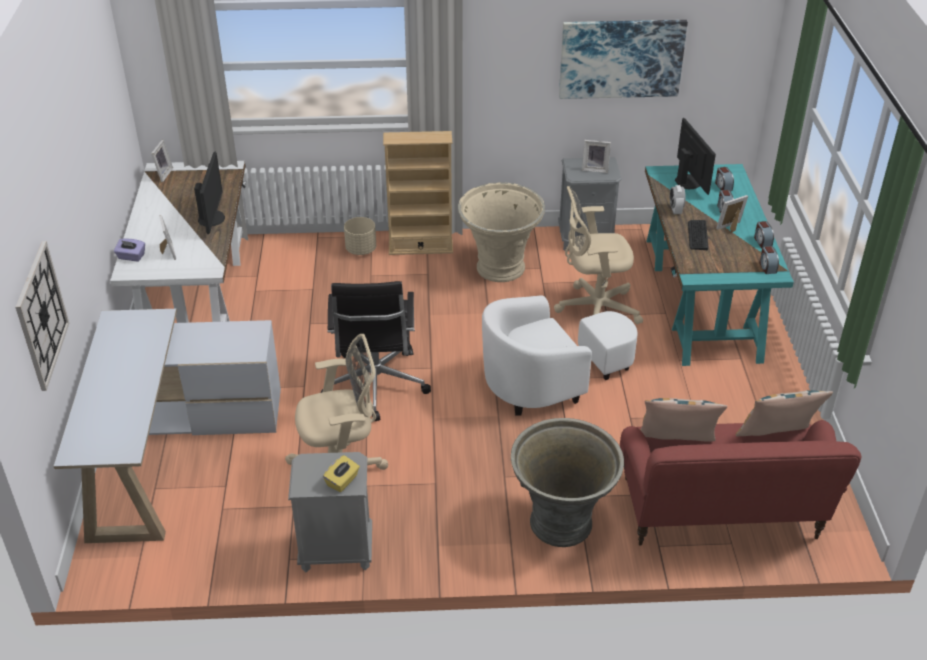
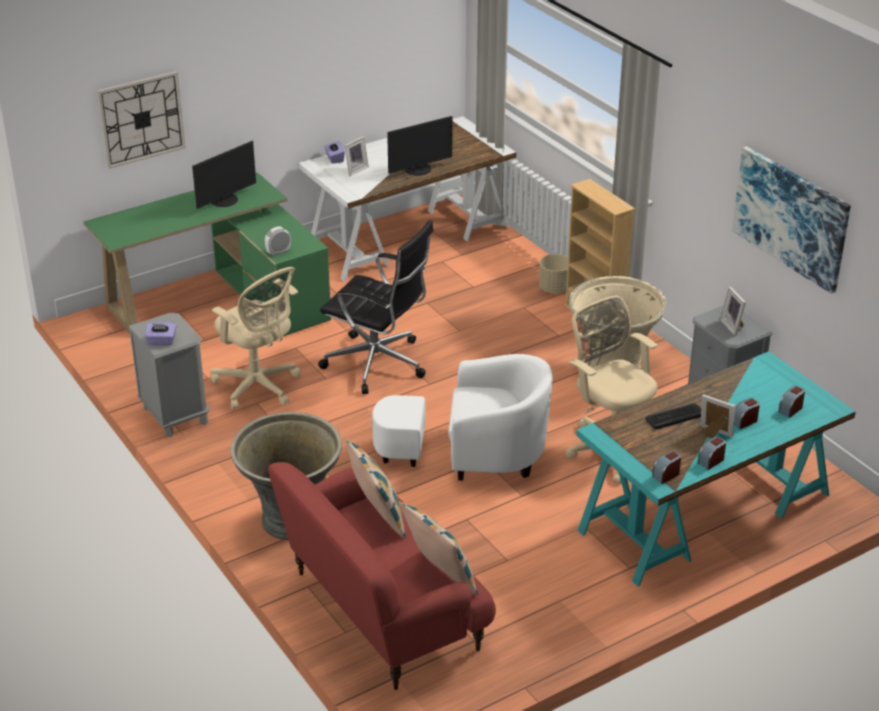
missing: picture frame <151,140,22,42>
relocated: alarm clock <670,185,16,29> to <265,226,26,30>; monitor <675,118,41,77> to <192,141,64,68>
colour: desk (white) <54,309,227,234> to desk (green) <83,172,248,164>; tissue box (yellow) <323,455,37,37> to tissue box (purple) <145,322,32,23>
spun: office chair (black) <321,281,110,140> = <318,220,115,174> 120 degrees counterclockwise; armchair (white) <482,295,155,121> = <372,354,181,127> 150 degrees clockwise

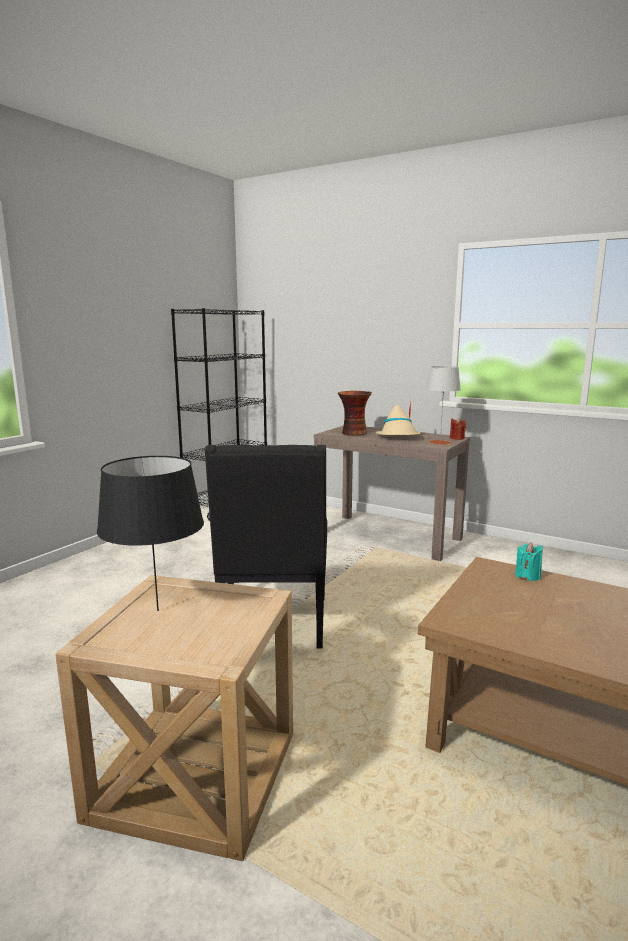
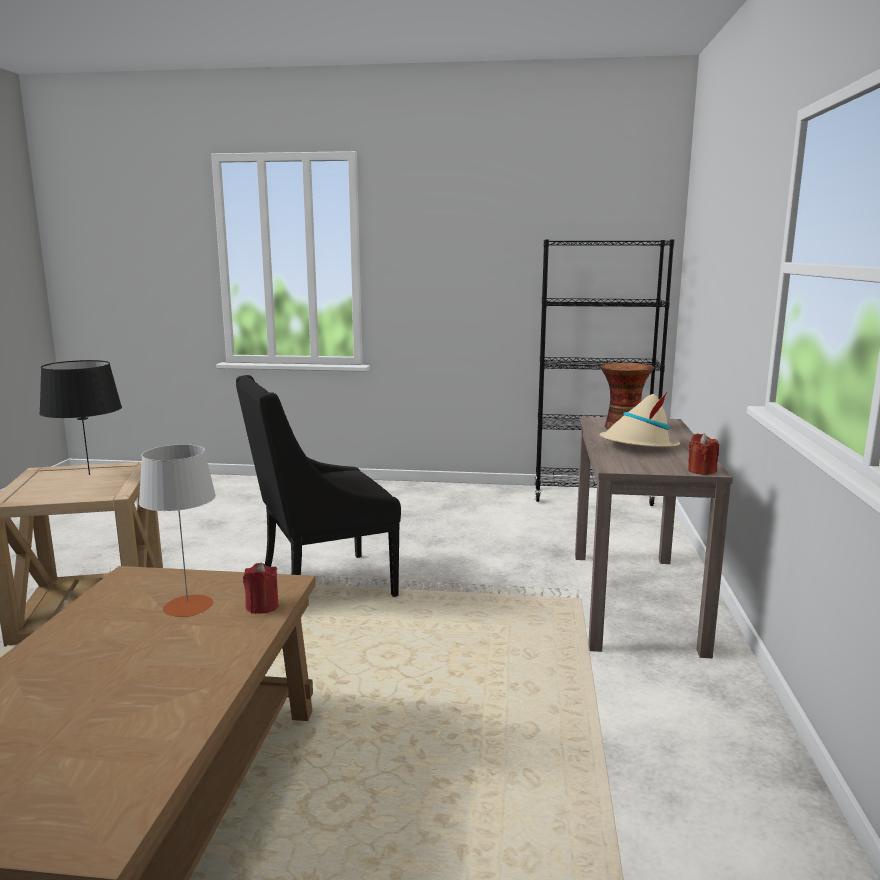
relocated: table lamp (grey) <427,366,34,79> to <139,444,77,173>
colour: candle (turquoise) <515,542,28,39> to candle (red) <243,562,36,52>

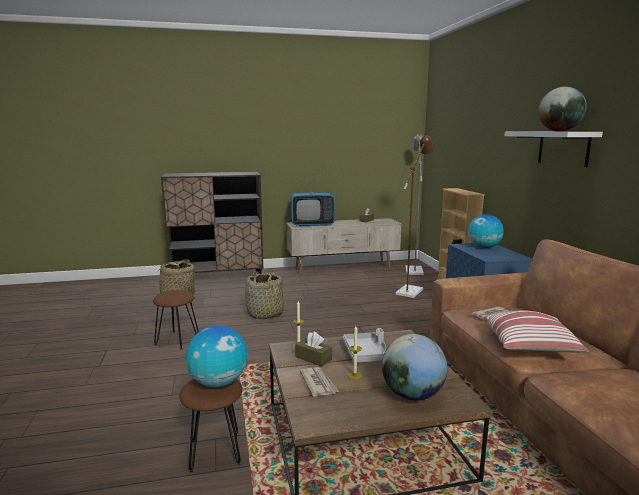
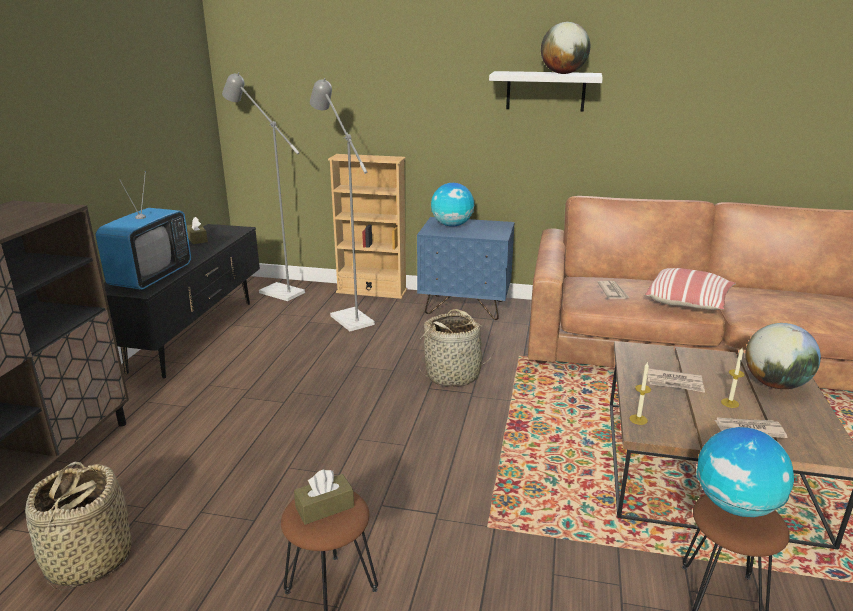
relocated: basket <245,272,39,47> to <419,309,76,78>; tissue box (brown) <295,332,37,35> to <294,469,60,56>
exchanged: tray (grey) <343,328,43,34> to newspaper <648,368,57,25>
colour: tv stand (beige) <286,218,116,57> to tv stand (black) <104,224,156,155>; floor lamp (brown) <395,134,39,164> to floor lamp (grey) <310,78,65,254>

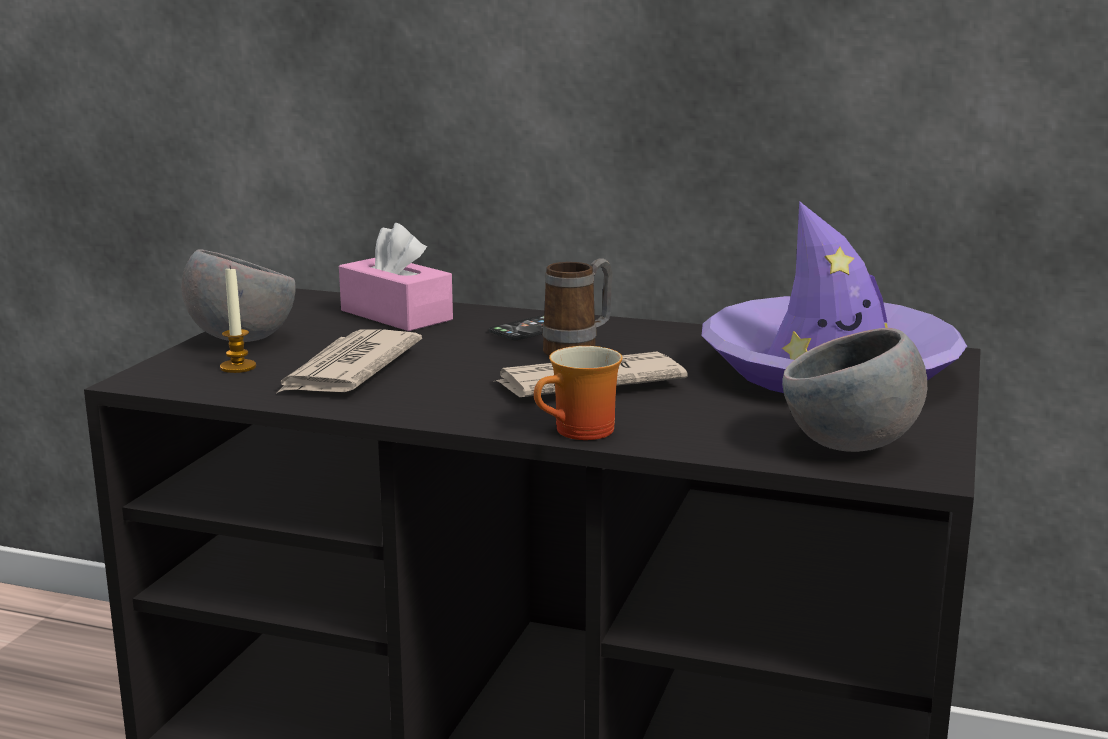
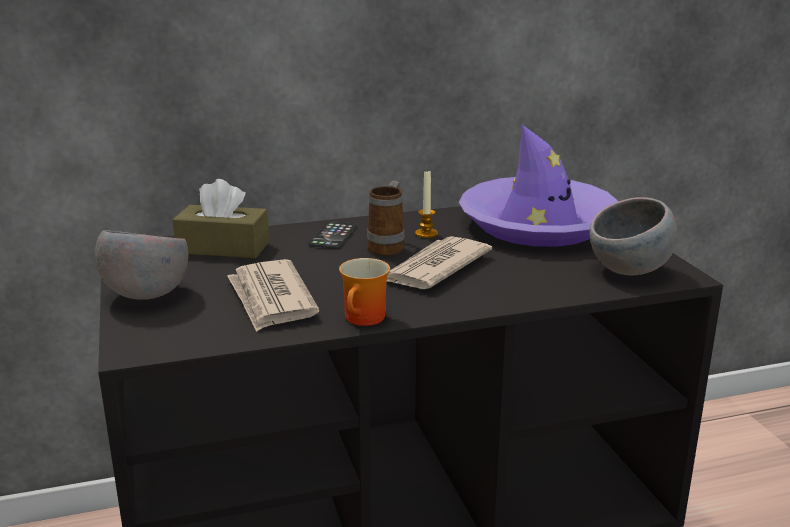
relocated: candle <220,266,36,107> to <415,169,23,69>; mug <534,346,88,94> to <339,258,51,68>
colour: tissue box (pink) <339,223,114,108> to tissue box (brown) <173,179,96,80>

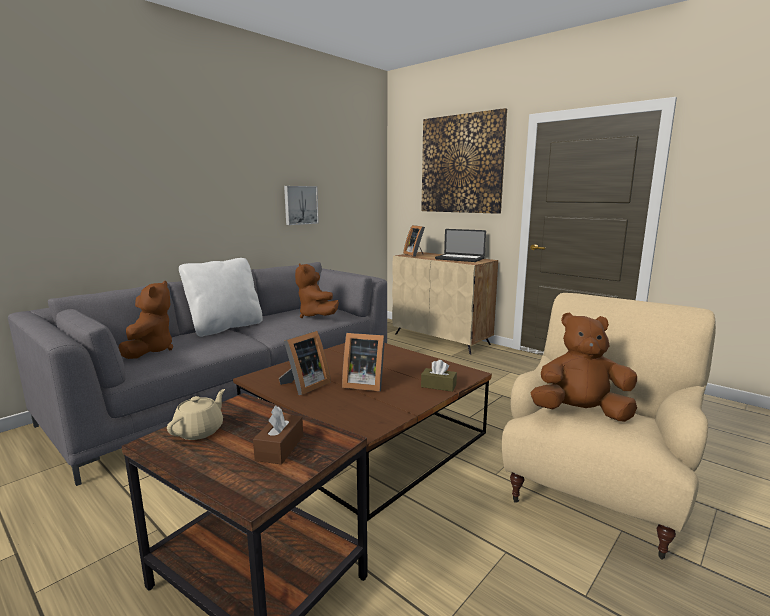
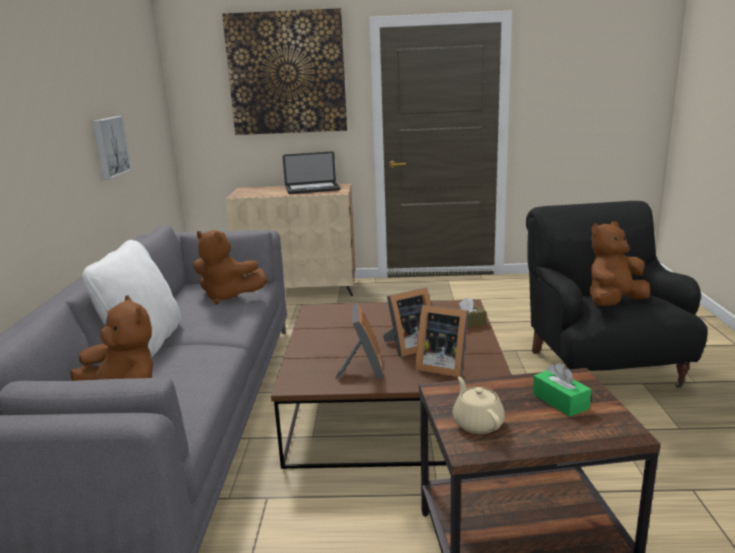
relocated: picture frame <403,225,22,32> to <416,305,53,72>
colour: tissue box (brown) <253,406,50,58> to tissue box (green) <533,362,58,55>; armchair (beige) <502,293,214,266> to armchair (black) <526,201,182,187>

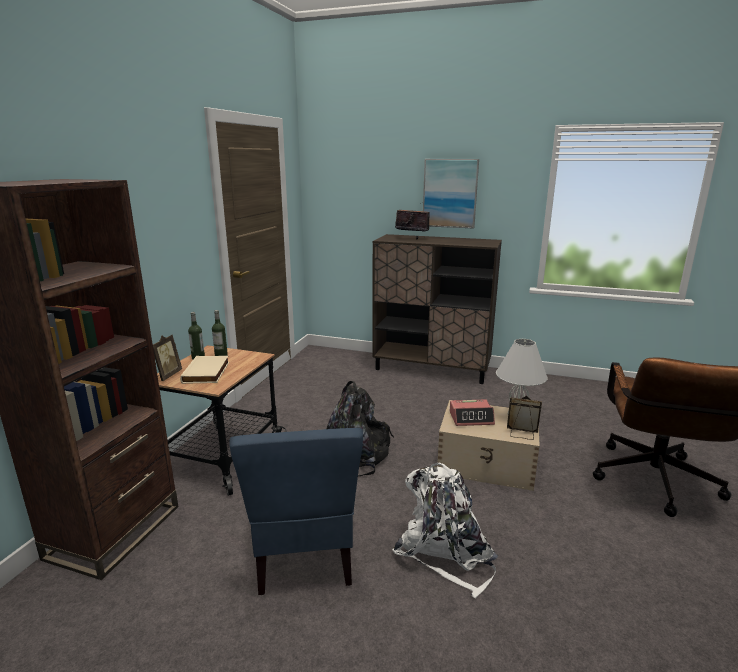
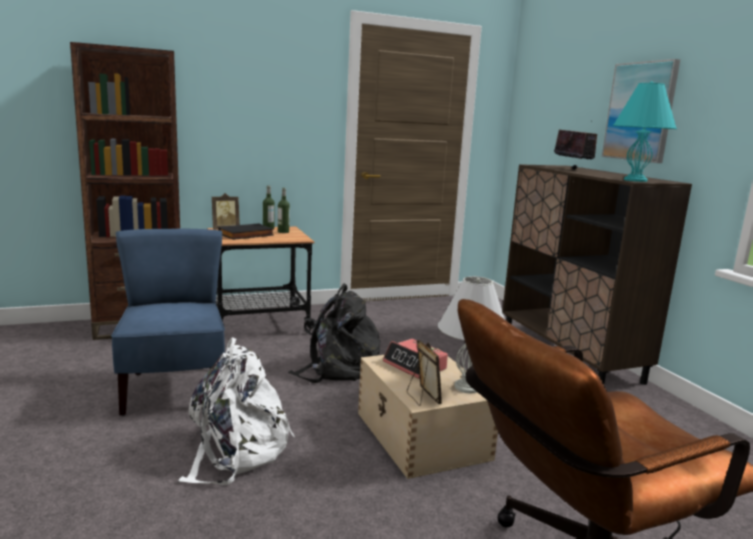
appeared: table lamp (turquoise) <613,81,64,101>
colour: book (beige) <180,356,49,28> to book (black) <219,223,54,17>
spun: chair (blue) <229,428,134,167> = <111,229,114,187> 120 degrees clockwise

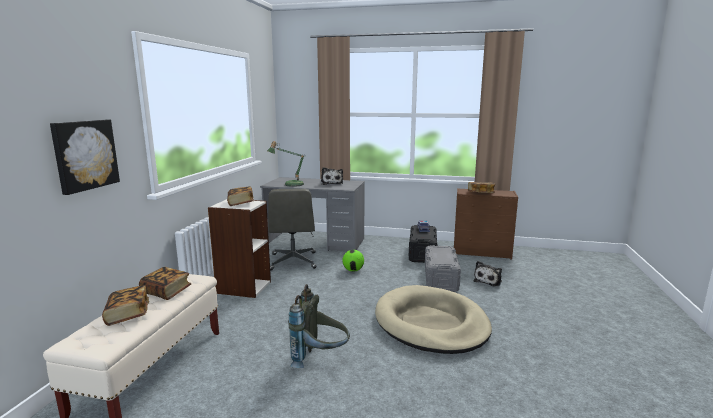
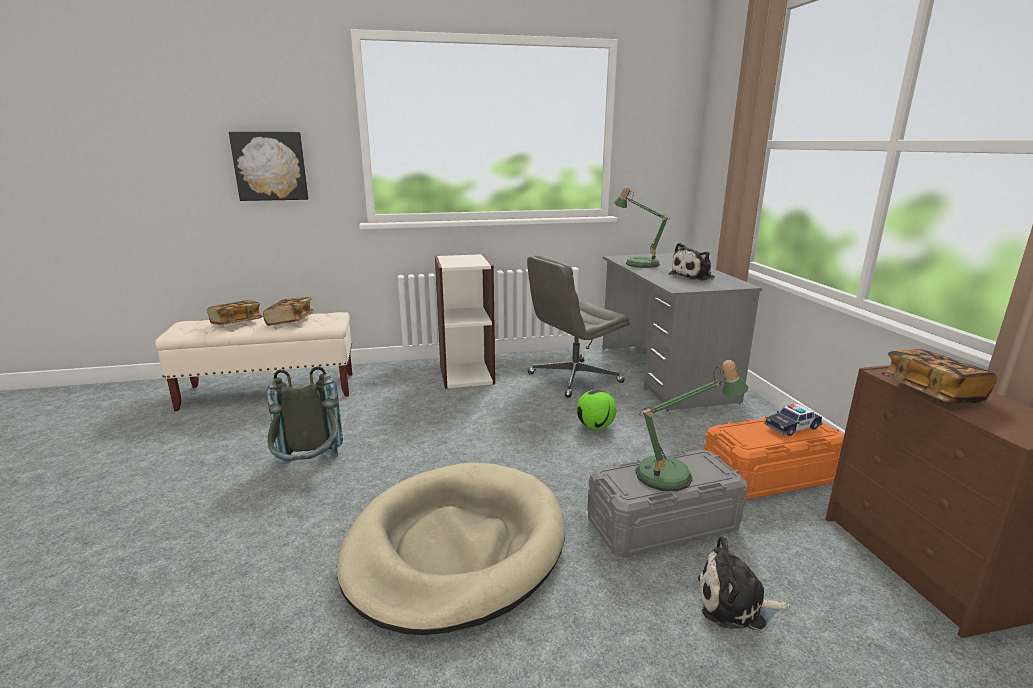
missing: book <227,186,27,20>
appeared: table lamp <635,360,114,131>
colour: storage box (black) <409,225,28,38> to storage box (orange) <704,416,140,84>

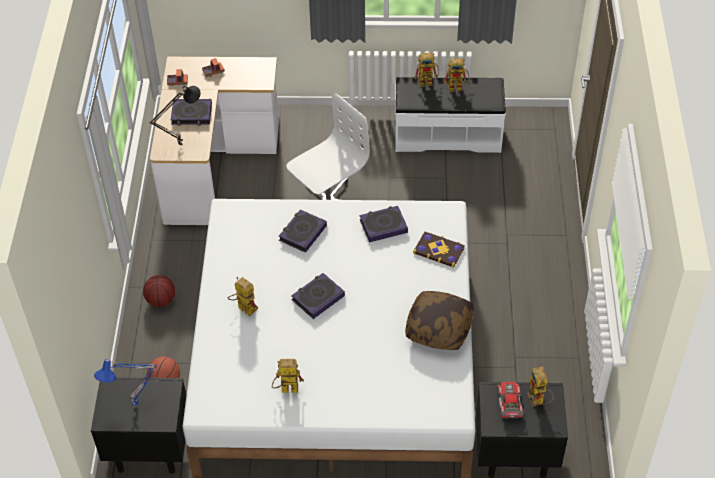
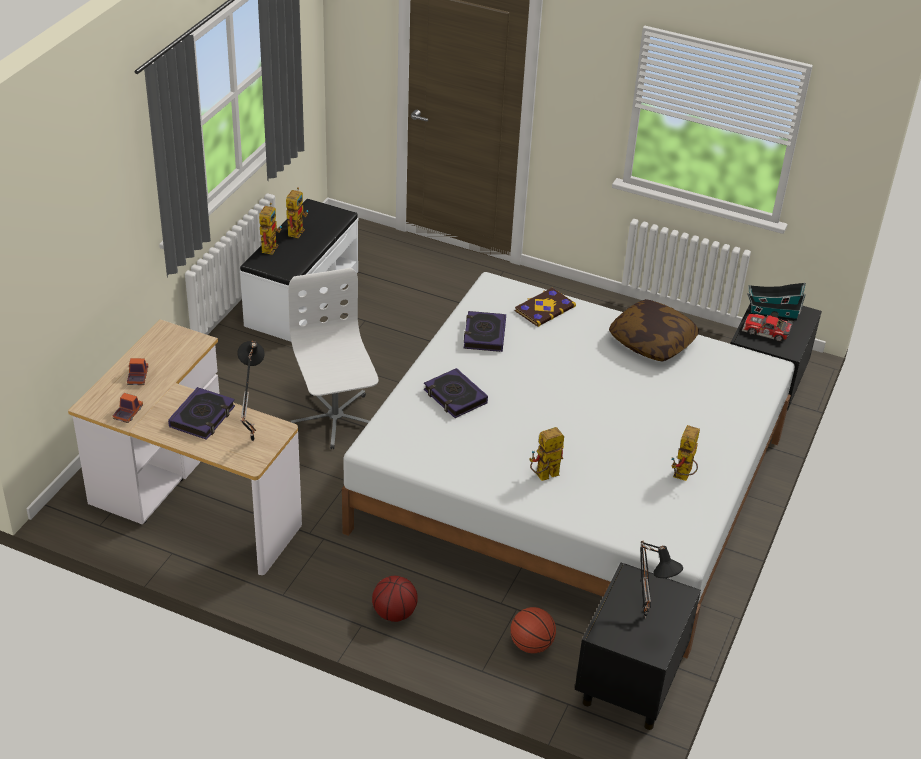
missing: book <291,273,54,46>
exchanged: toy robot <527,366,27,40> to toy house <747,282,59,39>
colour: table lamp (blue) <94,359,63,48> to table lamp (black) <640,541,43,77>

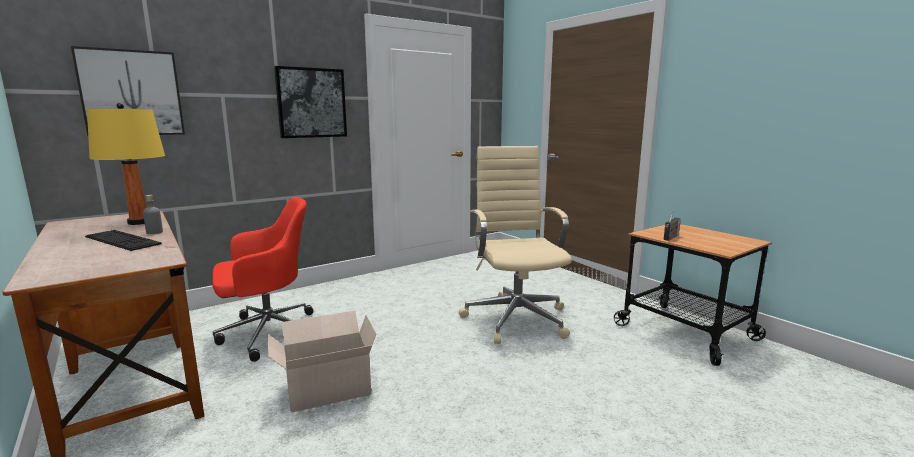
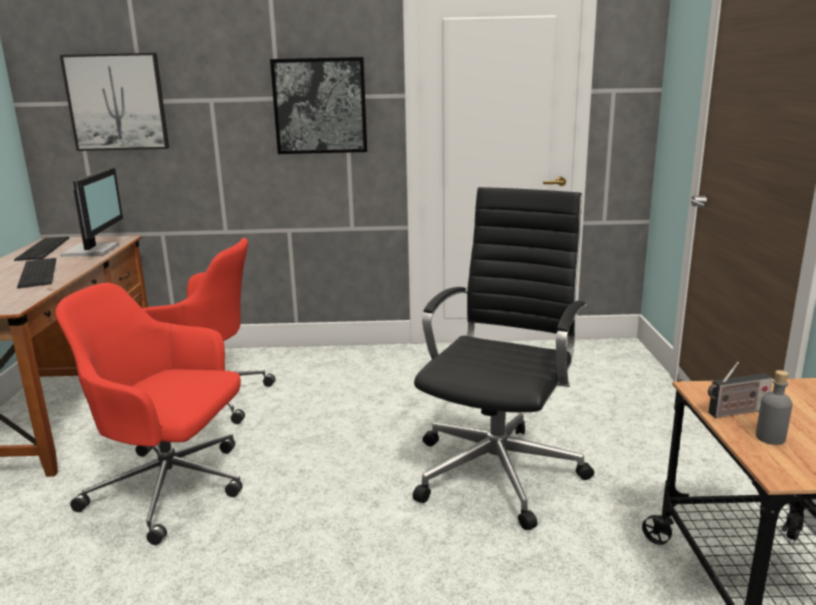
appeared: keyboard <14,236,56,25>
relocated: bottle (grey) <143,195,20,39> to <756,370,36,75>
exchanged: table lamp (yellow) <87,103,78,122> to monitor <60,168,63,89>; cardboard box <268,311,108,102> to office chair (red) <55,283,188,262>
colour: office chair (beige) <459,146,113,198> to office chair (black) <413,187,181,343>

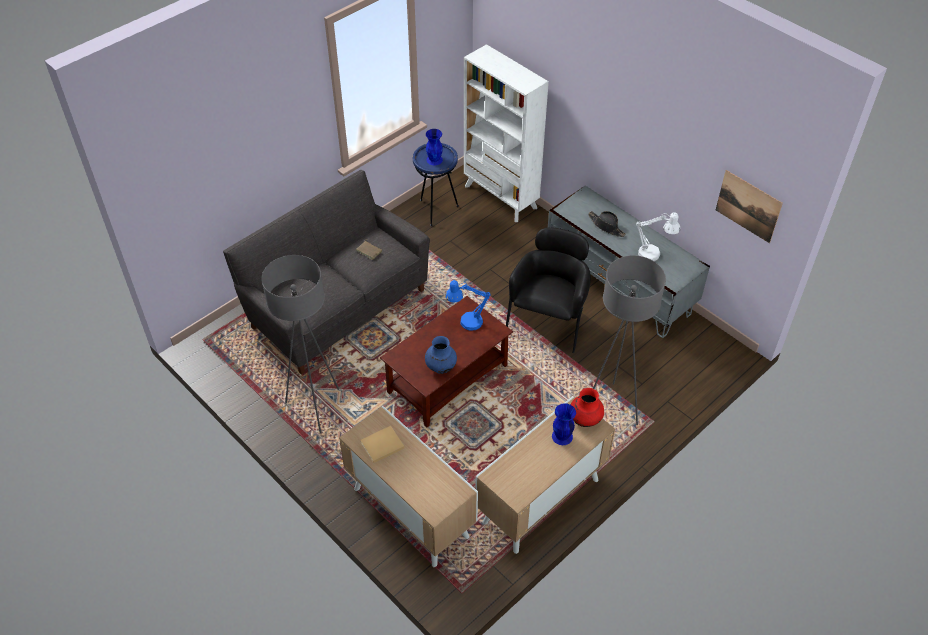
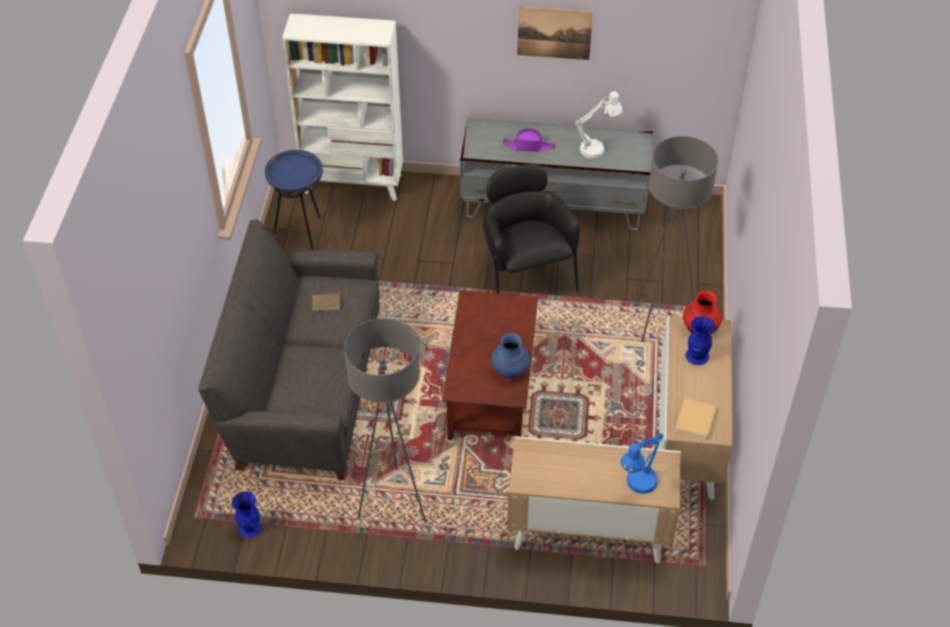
relocated: book (beige) <360,426,44,37> to <675,398,42,42>; vase (blue) <426,129,17,36> to <232,491,30,47>; table lamp (blue) <445,280,46,51> to <621,433,43,61>; picture <716,170,67,73> to <517,7,76,53>
colour: hat (black) <588,211,38,26> to hat (purple) <503,129,52,23>

